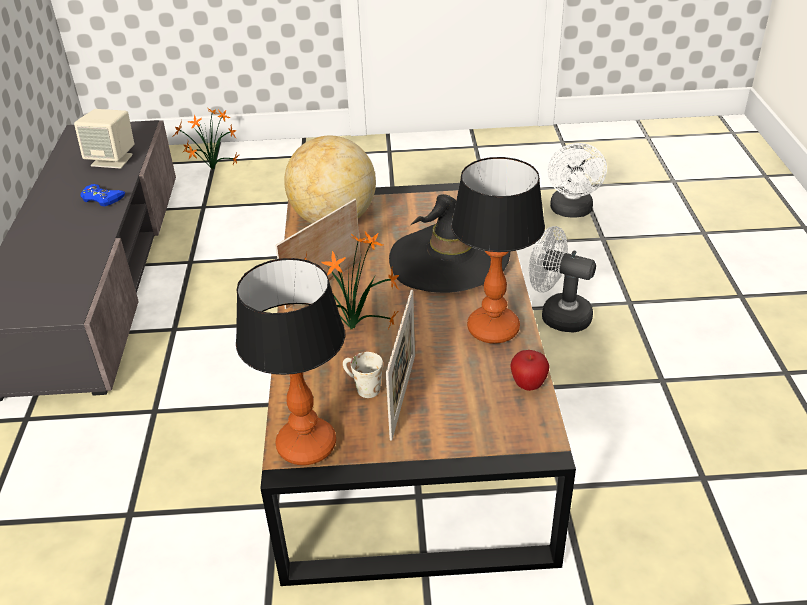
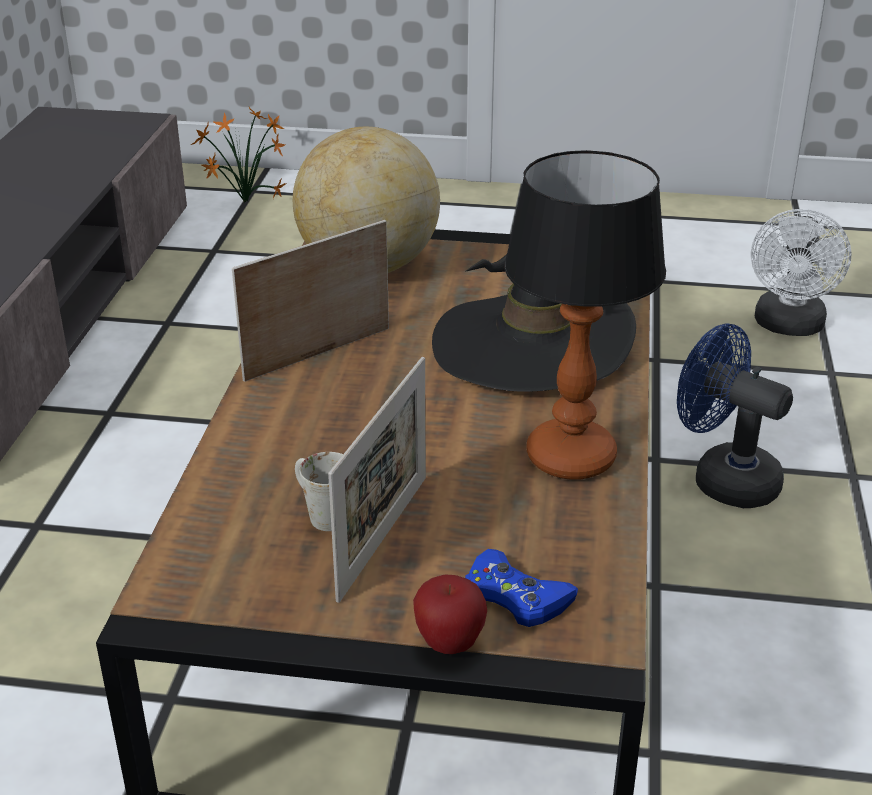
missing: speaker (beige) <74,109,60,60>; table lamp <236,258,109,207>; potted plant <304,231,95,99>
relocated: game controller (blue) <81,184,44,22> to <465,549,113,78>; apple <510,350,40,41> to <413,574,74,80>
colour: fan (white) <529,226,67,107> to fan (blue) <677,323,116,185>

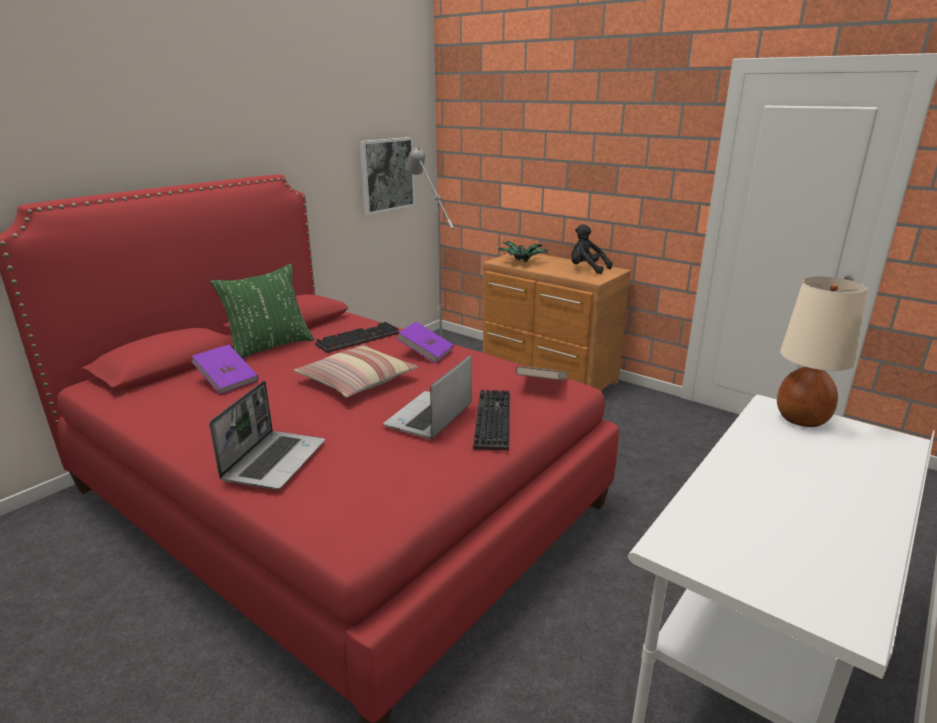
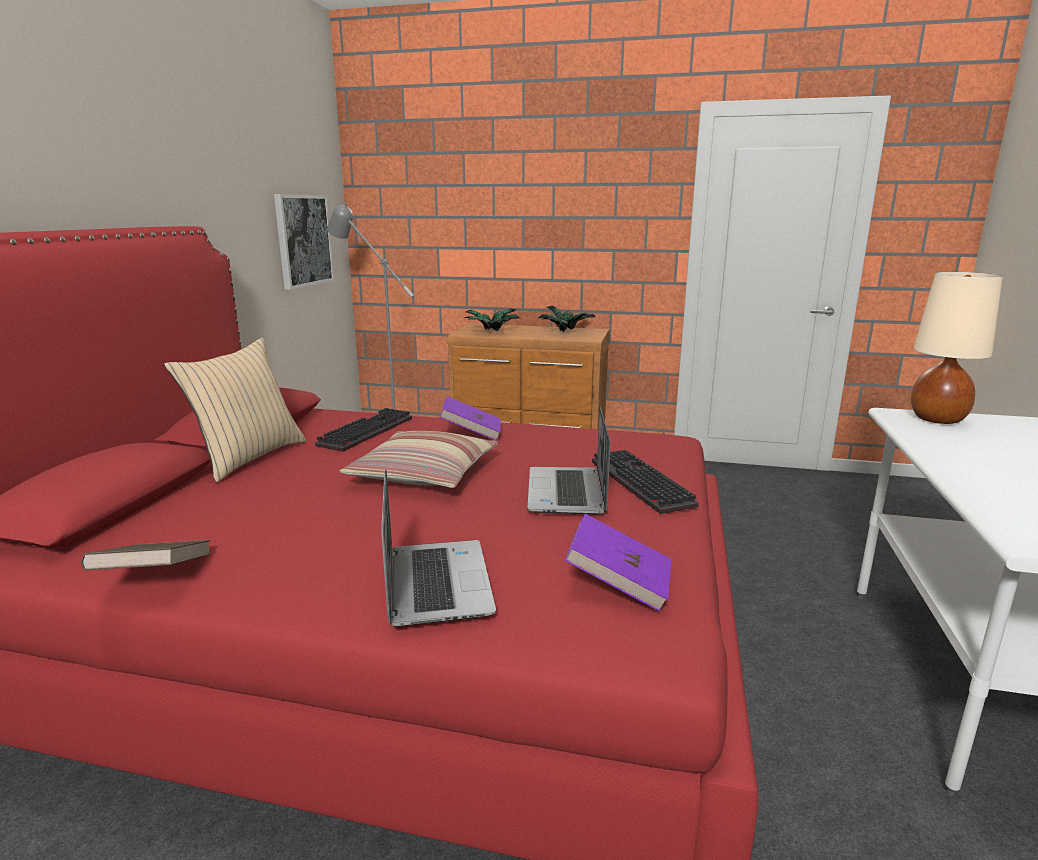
relocated: book (purple) <191,345,68,49> to <565,514,107,98>; book (brown) <516,366,51,14> to <81,540,130,31>
exchanged: plush toy (black) <571,224,42,50> to potted plant <538,306,57,27>
colour: pillow (green) <210,264,104,95> to pillow (beige) <164,338,142,144>

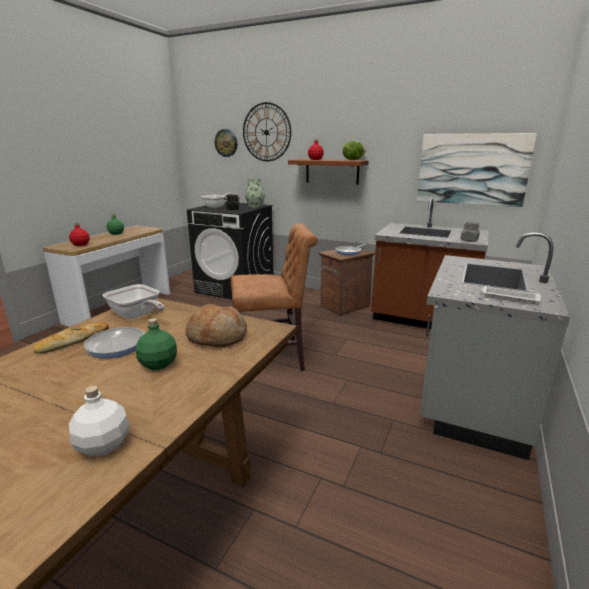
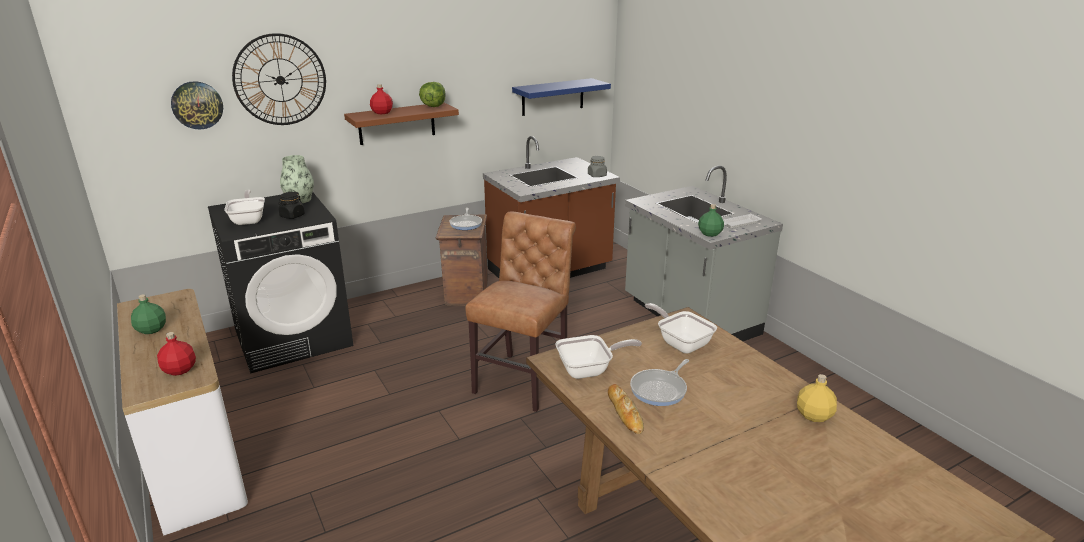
relocated: bottle (green) <136,318,41,52> to <698,204,26,33>
exchanged: bread <186,304,61,43> to frying pan <645,303,72,51>; picture <417,133,120,74> to shelf (blue) <512,78,99,38>
colour: bottle (white) <69,386,60,71> to bottle (yellow) <797,374,40,48>

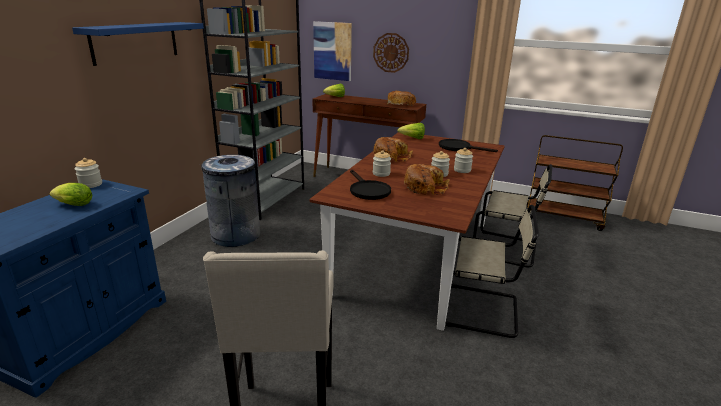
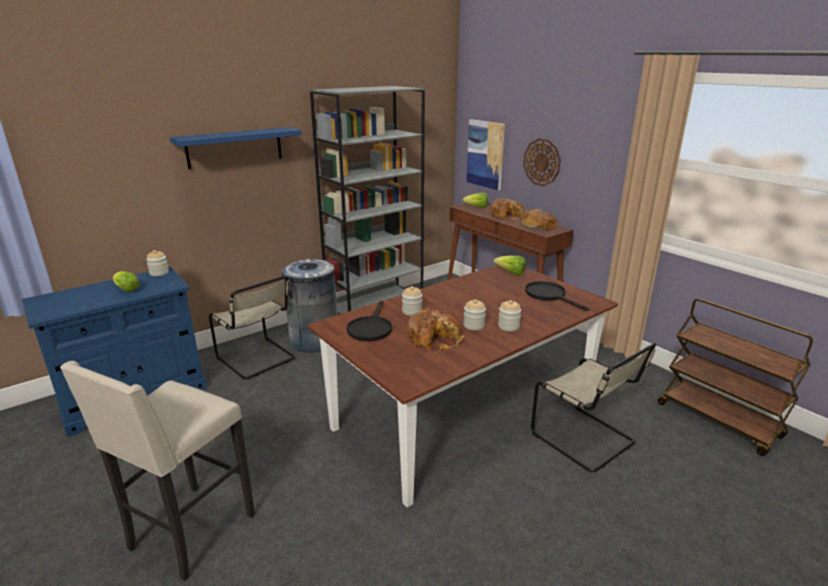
relocated: bread <373,137,40,25> to <491,198,33,23>; chair (beige) <445,205,94,133> to <209,276,87,103>

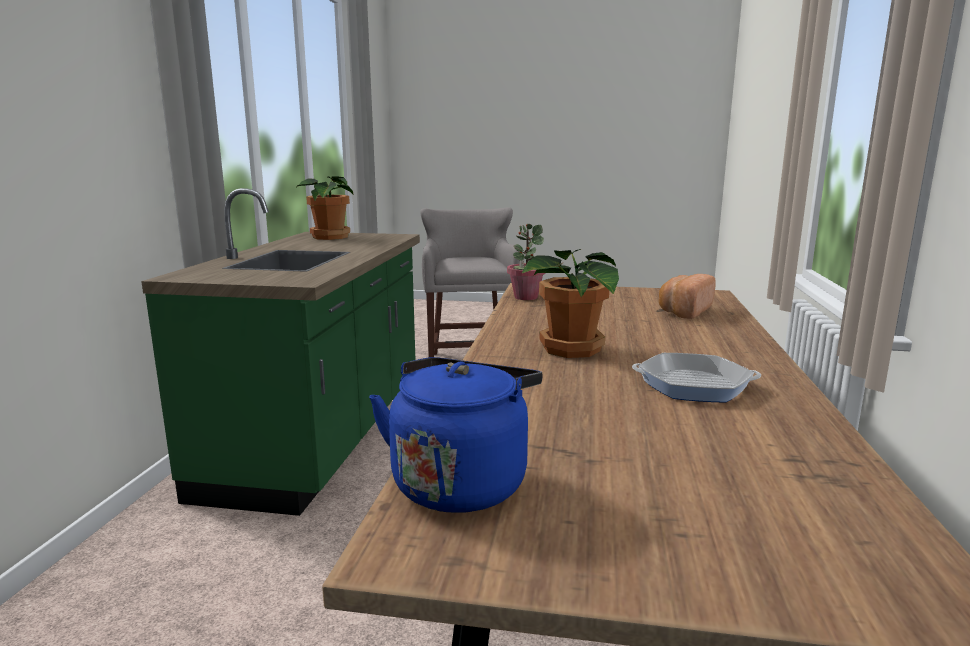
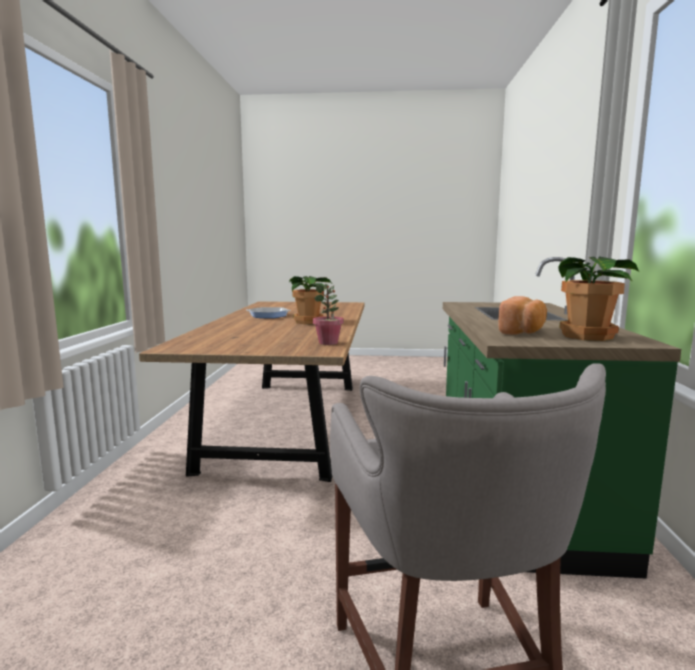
missing: kettle (blue) <369,357,174,156>
relocated: bread <659,274,57,45> to <498,296,49,39>

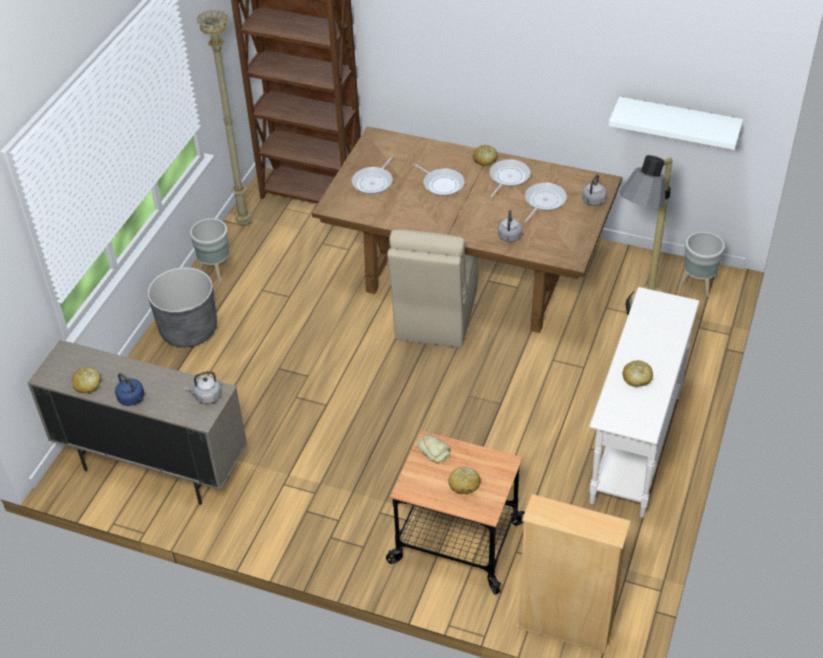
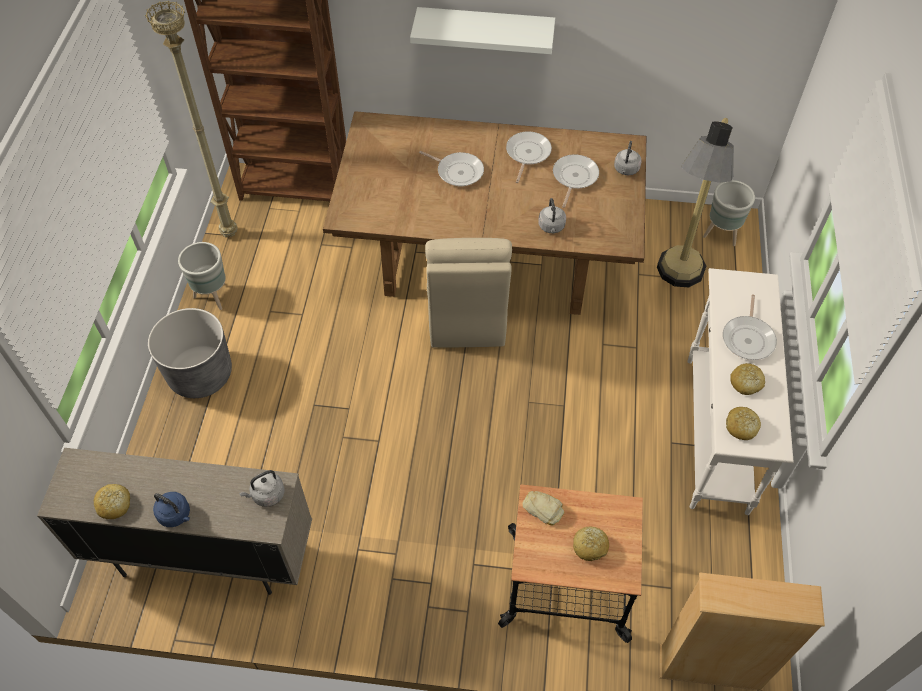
relocated: frying pan <352,156,42,38> to <723,294,54,66>; bread <473,145,25,21> to <726,407,35,33>; shelf (white) <609,97,134,53> to <410,7,145,47>

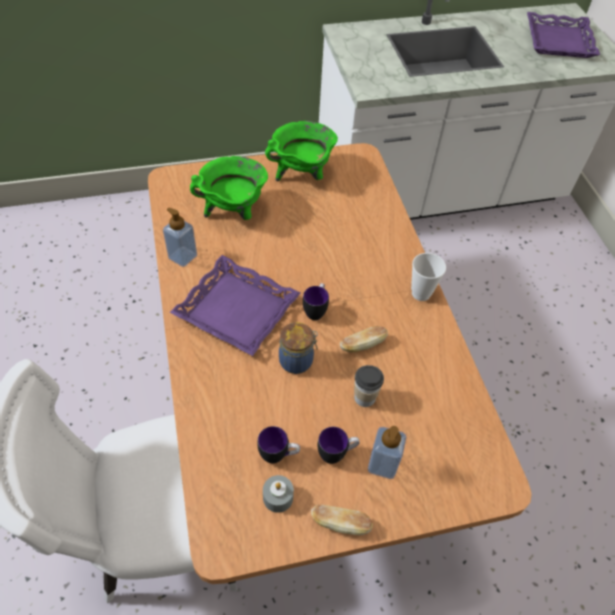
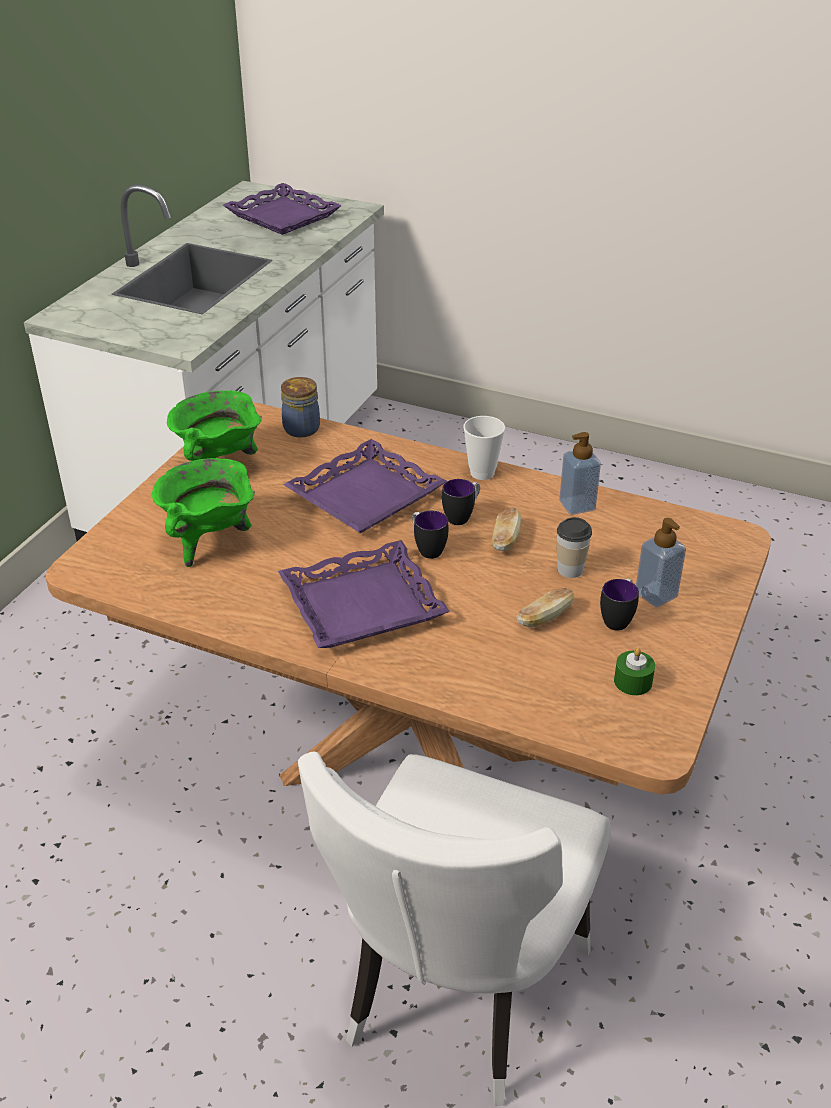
appeared: tray (purple) <283,439,164,94>
relocated: soap dispenser <163,208,34,59> to <559,432,42,83>; mug <257,426,43,38> to <442,479,38,46>; jar <279,322,39,52> to <281,377,39,61>; bread <311,505,62,30> to <516,588,58,39>
colour: candle (grey) <263,475,31,38> to candle (green) <614,648,41,47>

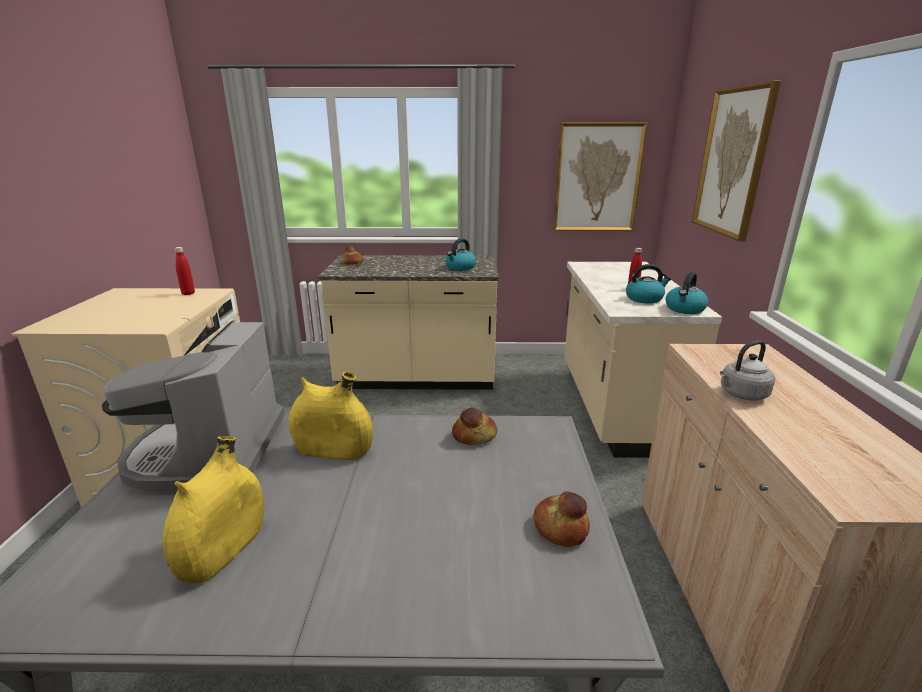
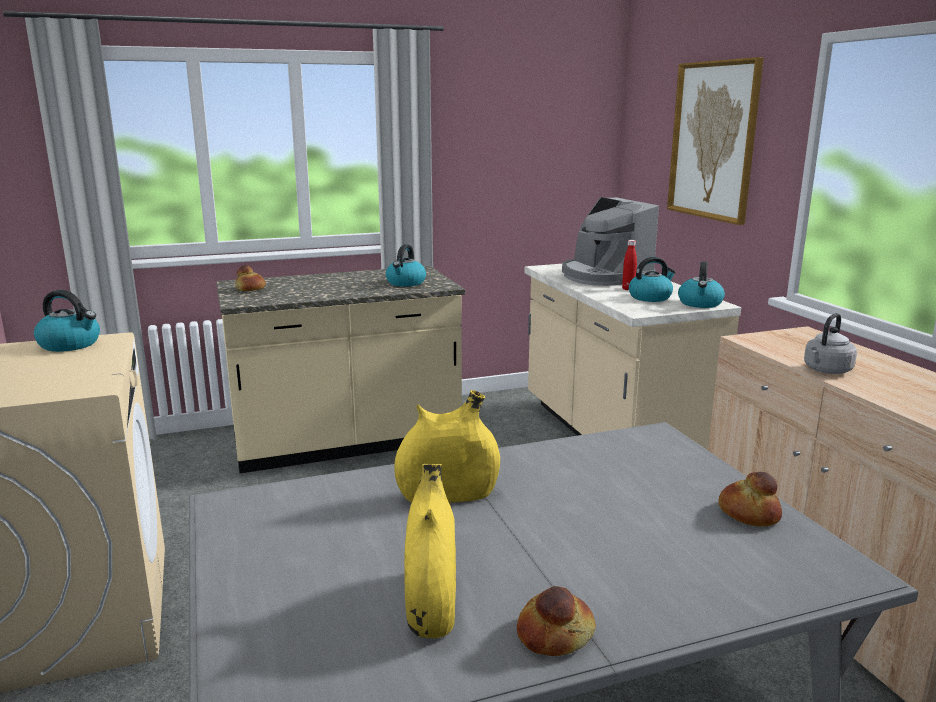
missing: picture <553,123,95,108>
relocated: coffee machine <102,320,183,175> to <562,197,97,89>; bread <452,407,45,38> to <517,586,79,70>
exchanged: bottle (red) <174,247,21,48> to kettle <34,290,66,62>

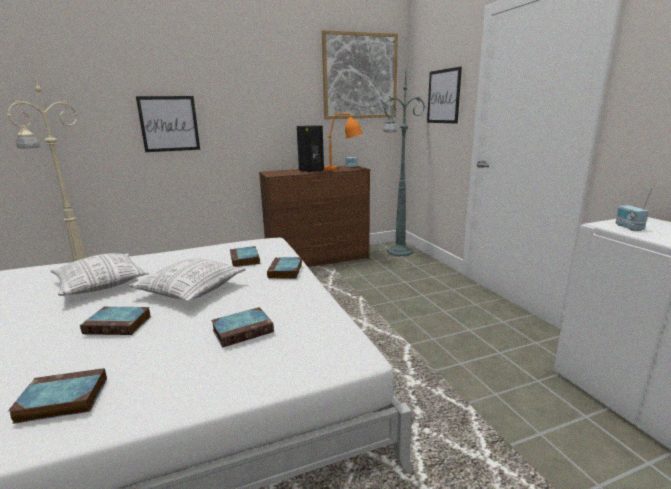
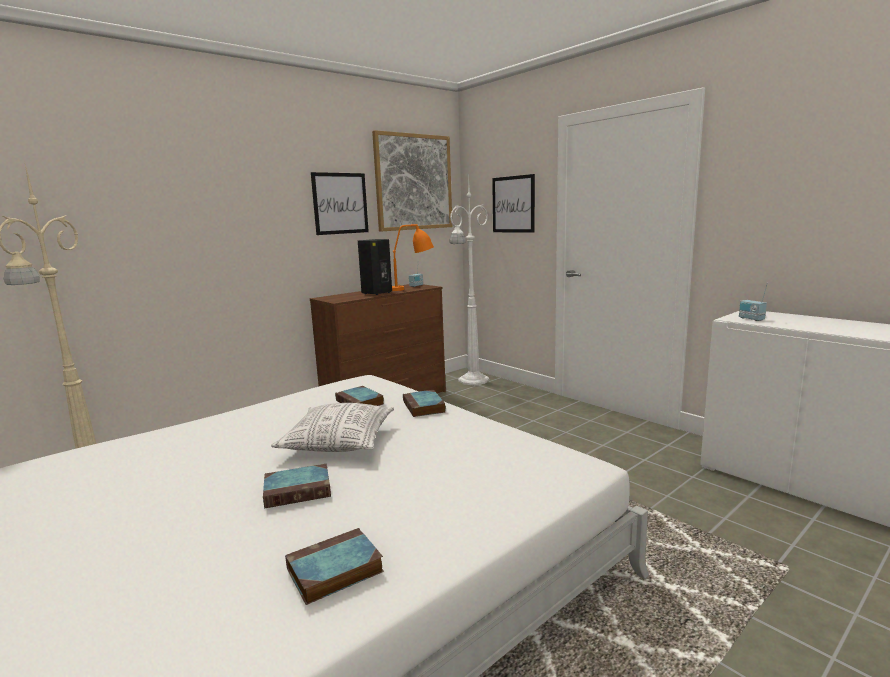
missing: pillow <51,253,98,43>; book <211,307,63,41>
relocated: picture <136,96,64,56> to <311,172,58,63>
colour: floor lamp (green) <383,74,42,183> to floor lamp (white) <450,172,39,214>

